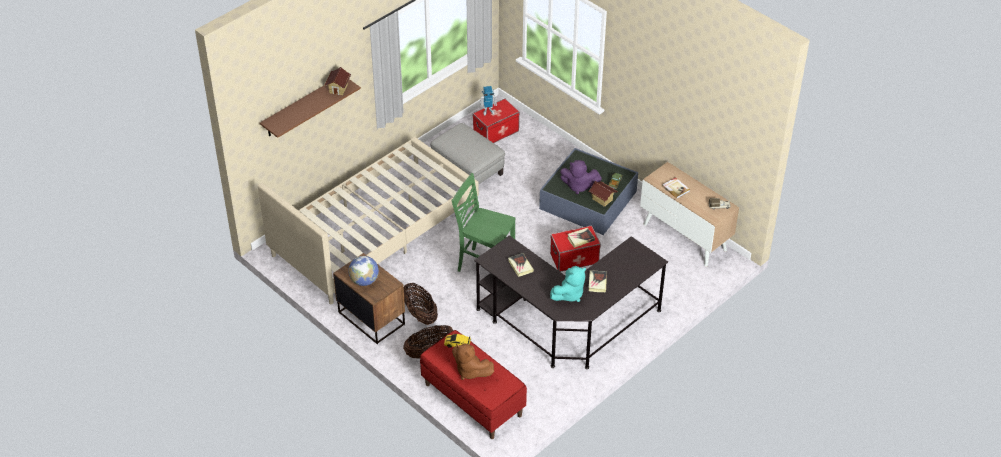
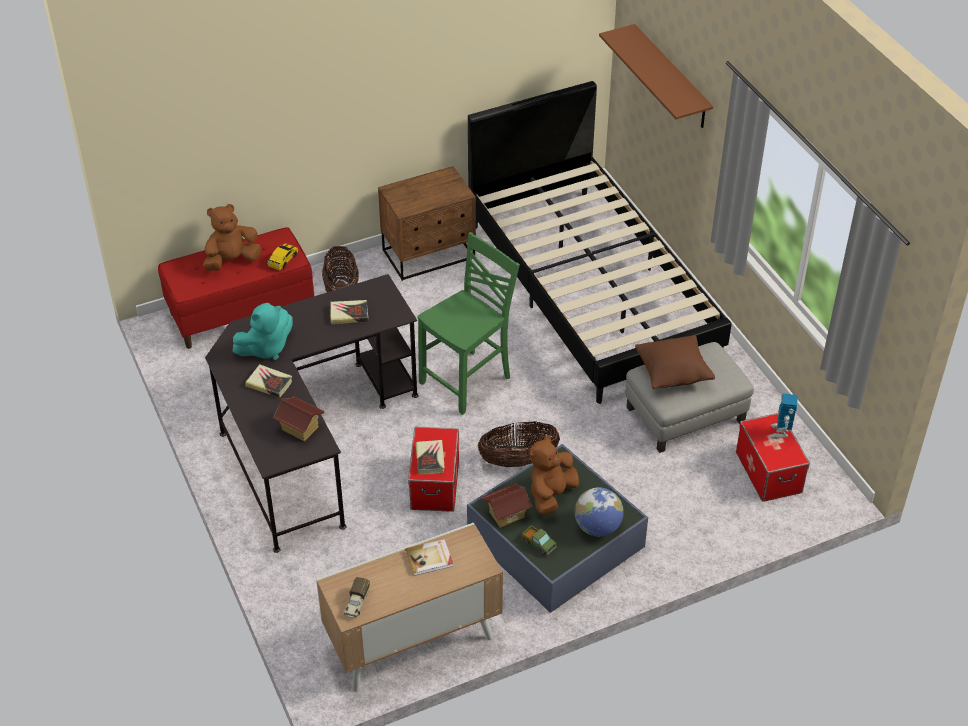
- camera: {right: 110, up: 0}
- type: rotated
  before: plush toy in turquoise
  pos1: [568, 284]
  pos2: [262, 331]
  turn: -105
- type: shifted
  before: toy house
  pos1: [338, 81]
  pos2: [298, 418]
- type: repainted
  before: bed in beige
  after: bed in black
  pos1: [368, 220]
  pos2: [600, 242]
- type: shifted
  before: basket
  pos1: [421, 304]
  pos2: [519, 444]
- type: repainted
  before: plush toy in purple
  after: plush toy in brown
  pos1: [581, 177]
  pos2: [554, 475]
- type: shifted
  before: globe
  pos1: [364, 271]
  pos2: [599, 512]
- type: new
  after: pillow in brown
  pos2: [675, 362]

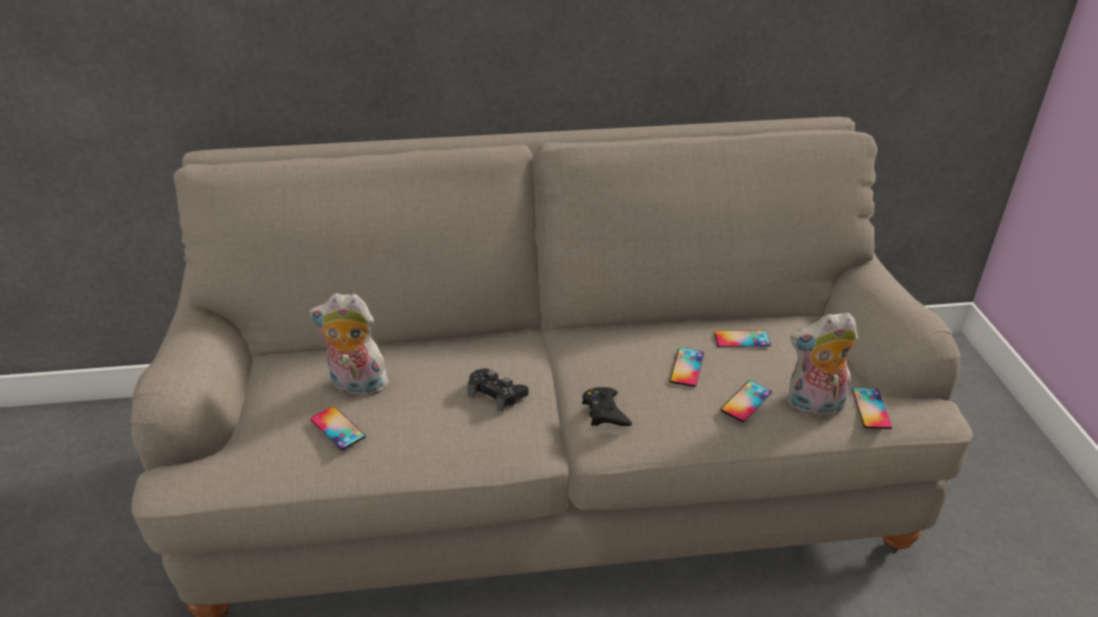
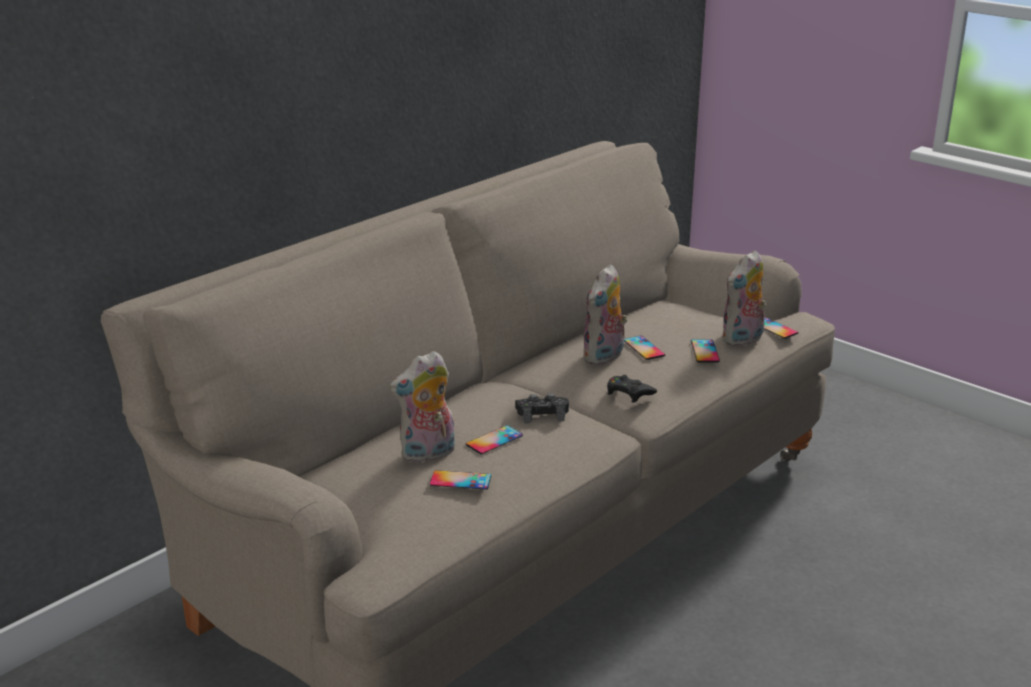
- camera: {right: -40, up: -10}
- type: shifted
  before: phone
  pos1: [742, 338]
  pos2: [494, 439]
- type: new
  after: plush toy
  pos2: [605, 315]

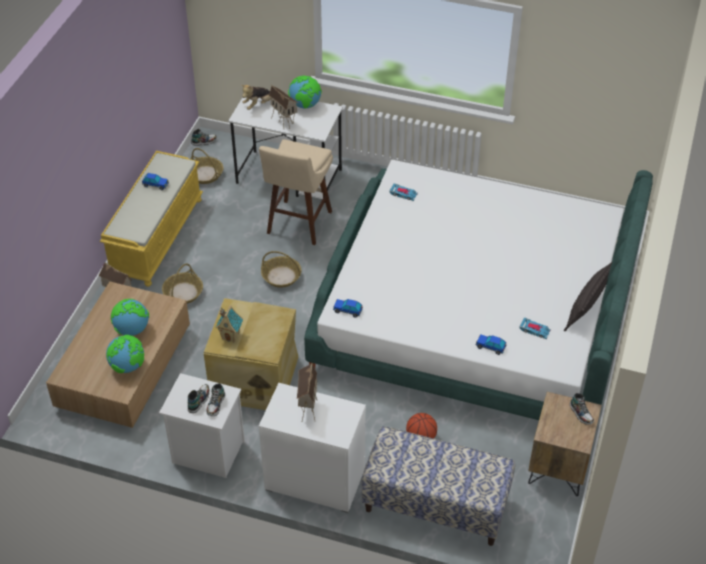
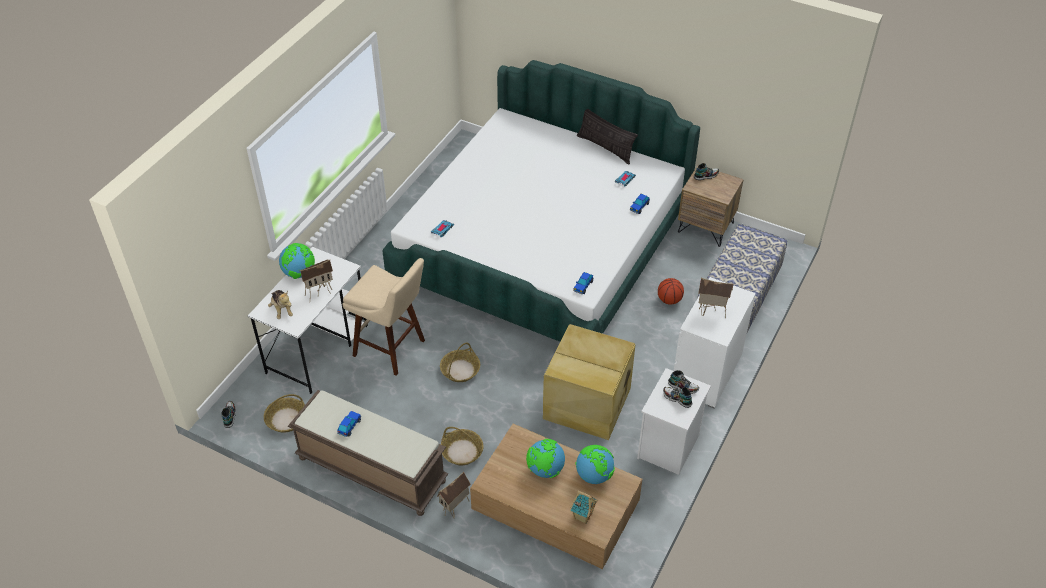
- camera: {right: -80, up: 0}
- type: repainted
  before: bench in yellow
  after: bench in brown
  pos1: [151, 219]
  pos2: [368, 453]
- type: shifted
  before: toy house
  pos1: [229, 324]
  pos2: [584, 507]

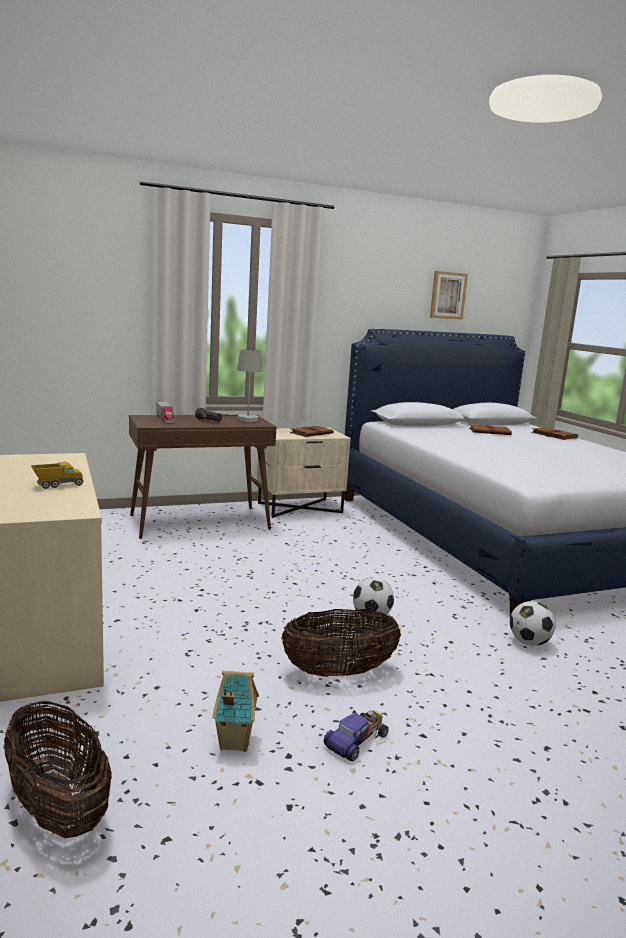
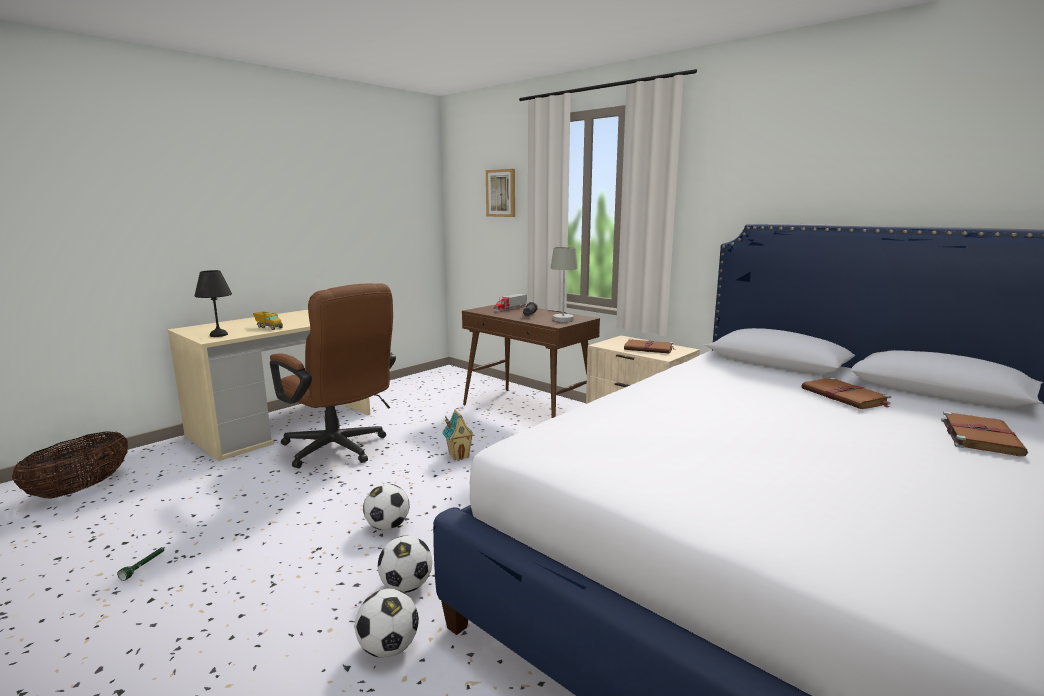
- camera: {right: 65, up: 0}
- type: swapped
  before: toy car
  after: flashlight in green
  pos1: [356, 735]
  pos2: [140, 564]
- type: new
  after: table lamp in black
  pos2: [213, 303]
- type: new
  after: office chair in brown
  pos2: [333, 375]
- type: new
  after: football
  pos2: [405, 564]
- type: shifted
  before: toy house
  pos1: [235, 711]
  pos2: [458, 435]
- type: shifted
  before: picture
  pos1: [449, 295]
  pos2: [500, 193]
- type: gone
  before: basket
  pos1: [341, 643]

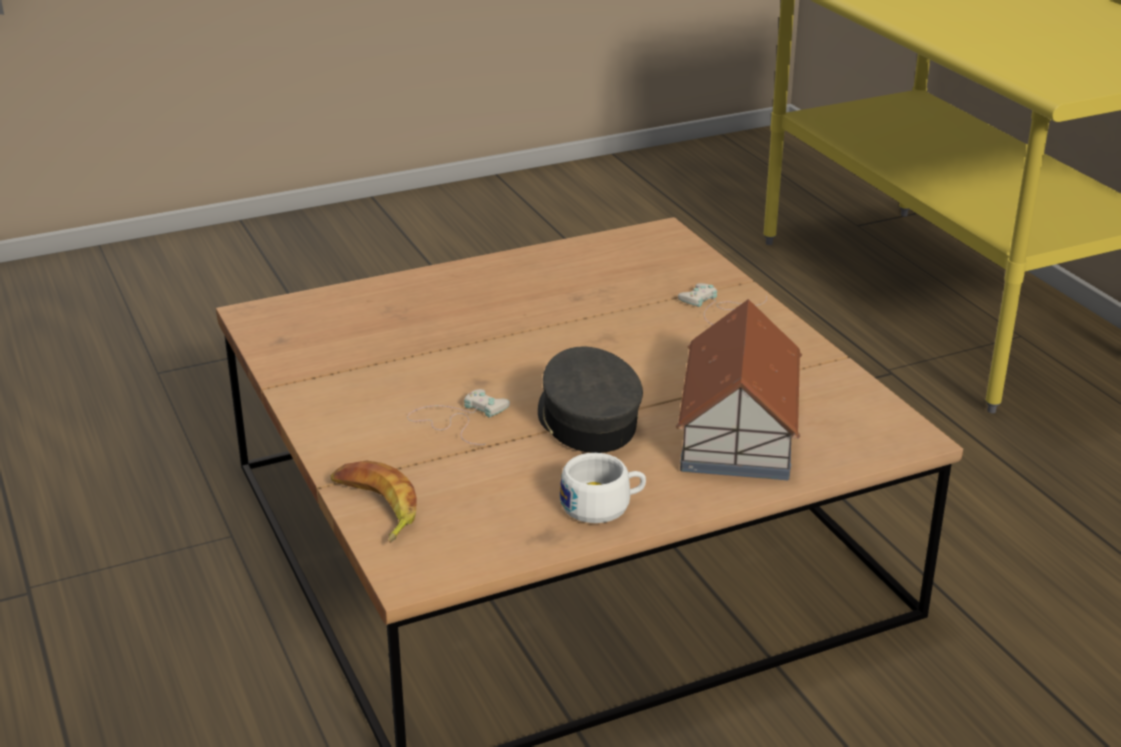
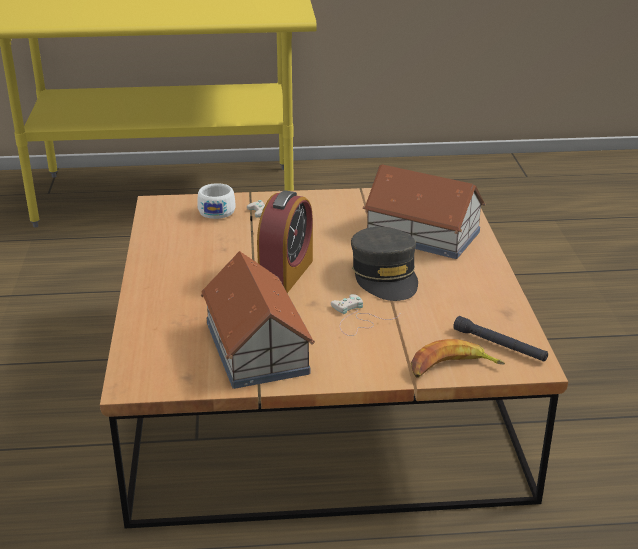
- camera: {right: -70, up: 0}
- type: shifted
  before: cup in white
  pos1: [603, 488]
  pos2: [216, 201]
- type: new
  after: toy house
  pos2: [258, 320]
- type: new
  after: alarm clock
  pos2: [285, 242]
- type: rotated
  before: cap in grey
  pos1: [590, 400]
  pos2: [384, 264]
  turn: -105
- type: new
  after: flashlight in black
  pos2: [500, 339]

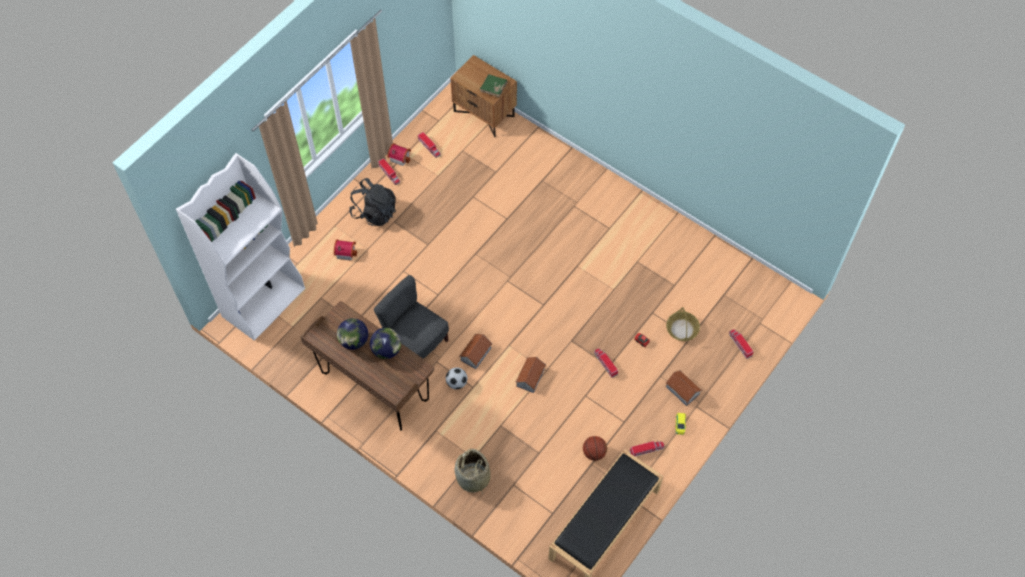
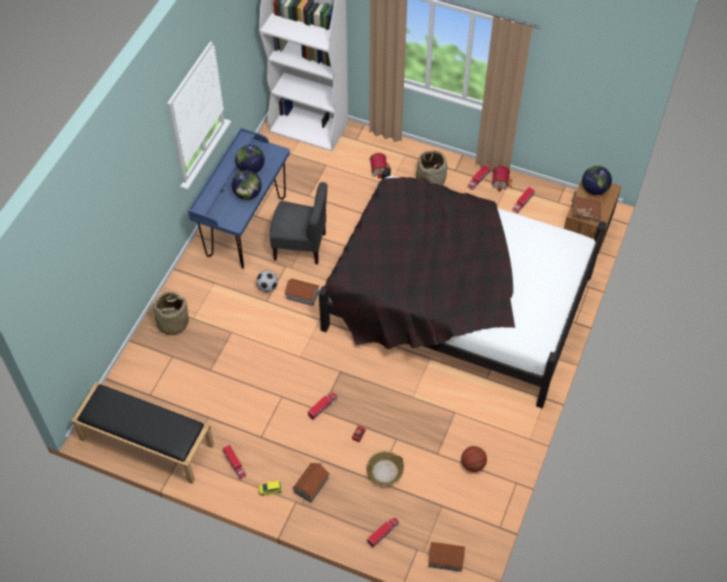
- camera: {right: 75, up: -5}
- type: repainted
  before: desk in brown
  after: desk in blue
  pos1: [367, 366]
  pos2: [239, 198]
- type: rotated
  before: chair in grey
  pos1: [411, 317]
  pos2: [299, 223]
  turn: 75
- type: new
  after: bed in black
  pos2: [462, 287]
- type: swapped
  before: backpack in black
  after: basket
  pos1: [372, 202]
  pos2: [431, 168]
- type: shifted
  before: toy house
  pos1: [530, 375]
  pos2: [446, 557]
- type: shifted
  before: basketball
  pos1: [595, 448]
  pos2: [474, 459]
- type: repainted
  before: book in green
  after: book in brown
  pos1: [494, 85]
  pos2: [586, 208]
- type: new
  after: globe
  pos2: [597, 180]

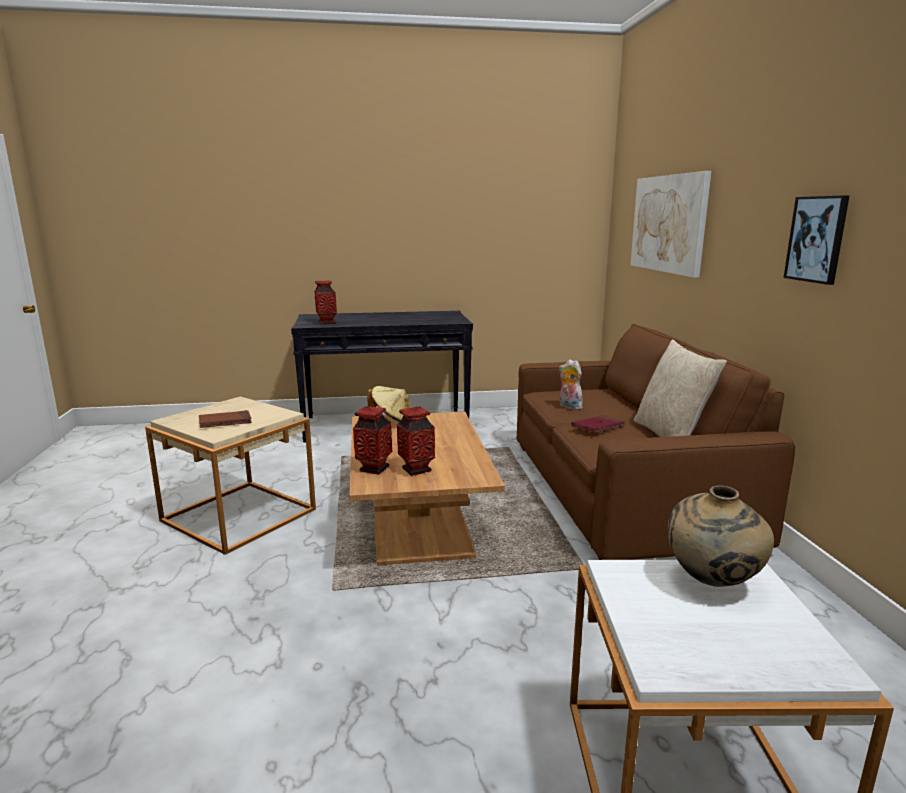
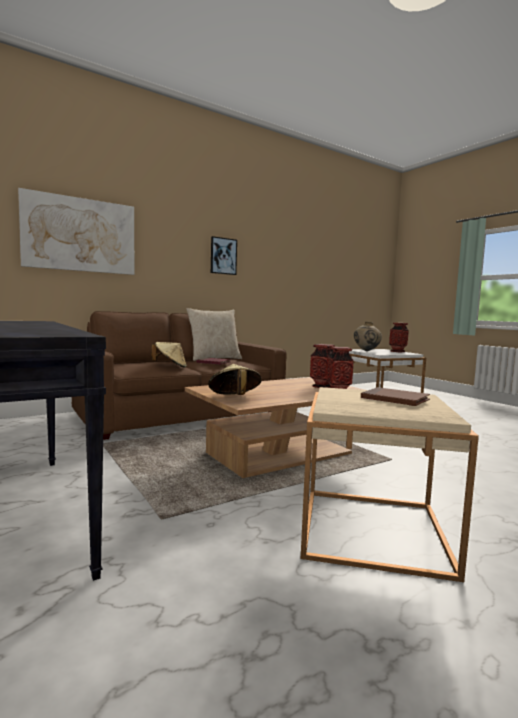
- camera: {right: -115, up: -10}
- type: swapped
  before: plush toy
  after: hat in beige
  pos1: [571, 384]
  pos2: [169, 355]
- type: shifted
  before: vase
  pos1: [325, 302]
  pos2: [399, 338]

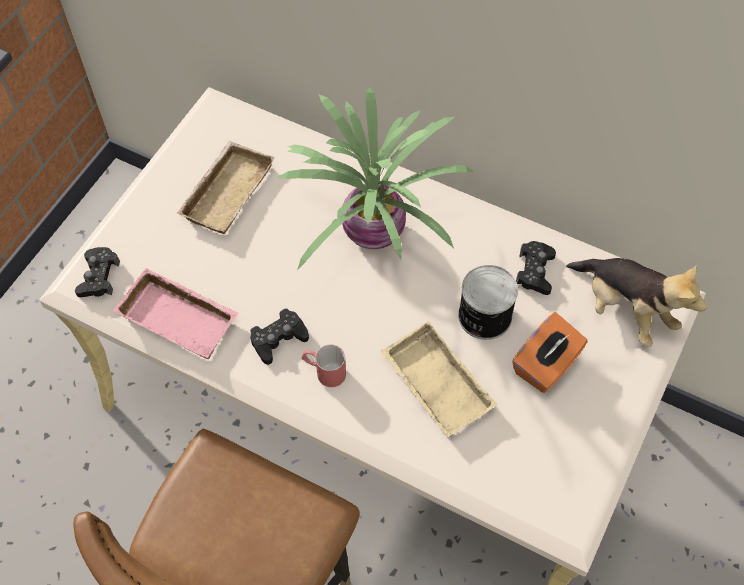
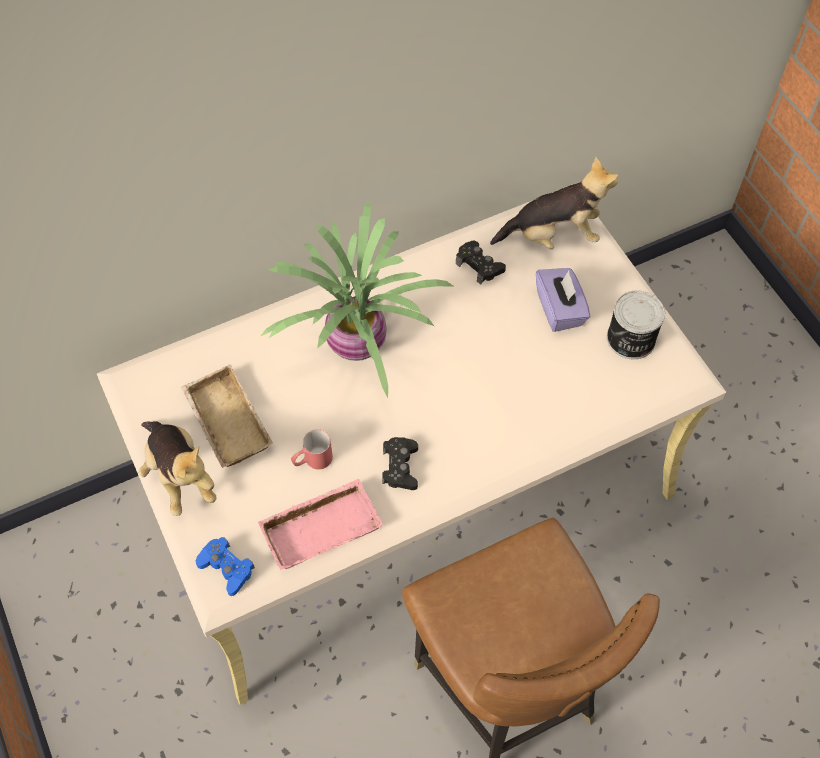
- camera: {right: -55, up: 0}
- type: new
  after: plush toy
  pos2: [178, 468]
- type: repainted
  before: game controller in black
  after: game controller in blue
  pos1: [97, 272]
  pos2: [225, 566]
- type: shifted
  before: mug in red
  pos1: [324, 366]
  pos2: [312, 449]
- type: repainted
  before: tissue box in orange
  after: tissue box in purple
  pos1: [550, 352]
  pos2: [563, 300]
- type: shifted
  before: can
  pos1: [488, 302]
  pos2: [636, 324]
- type: gone
  before: tray in beige
  pos1: [439, 379]

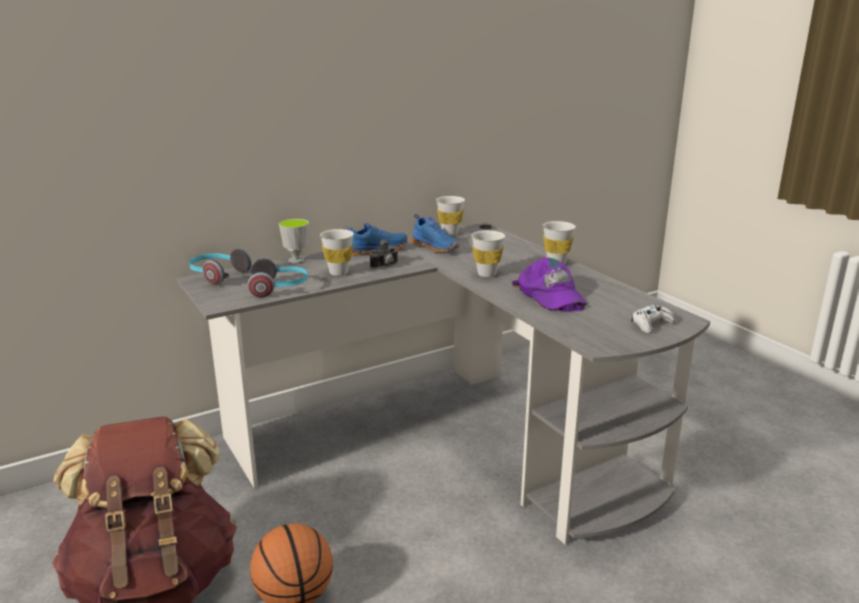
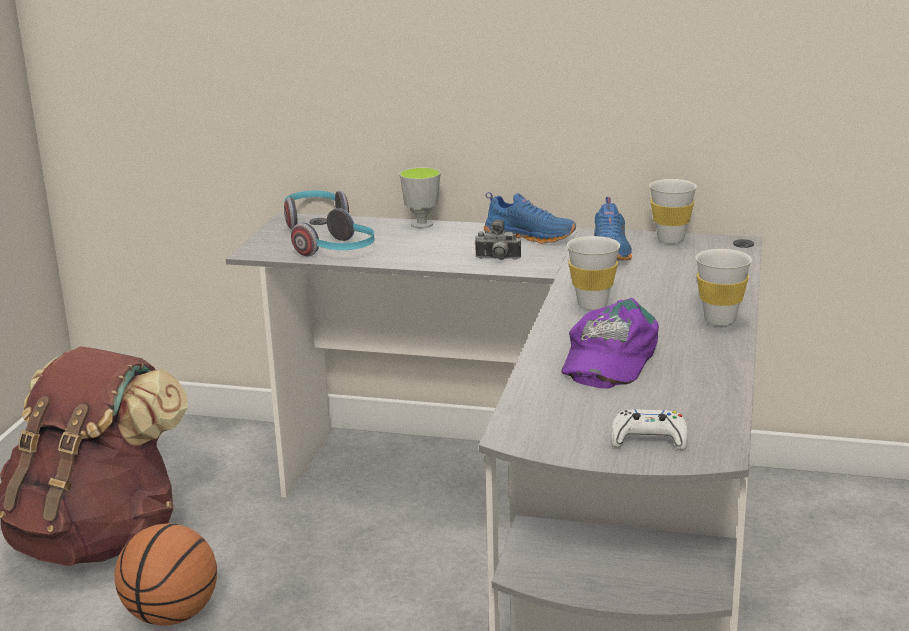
- camera: {right: 45, up: 0}
- type: gone
  before: cup in white
  pos1: [337, 252]

